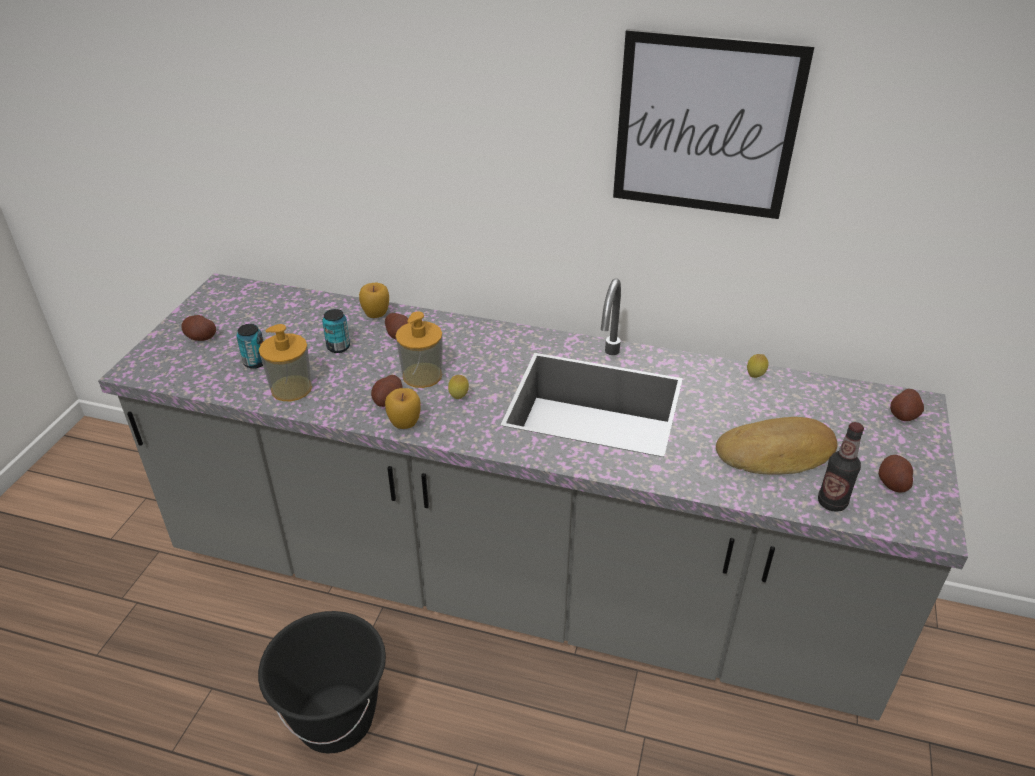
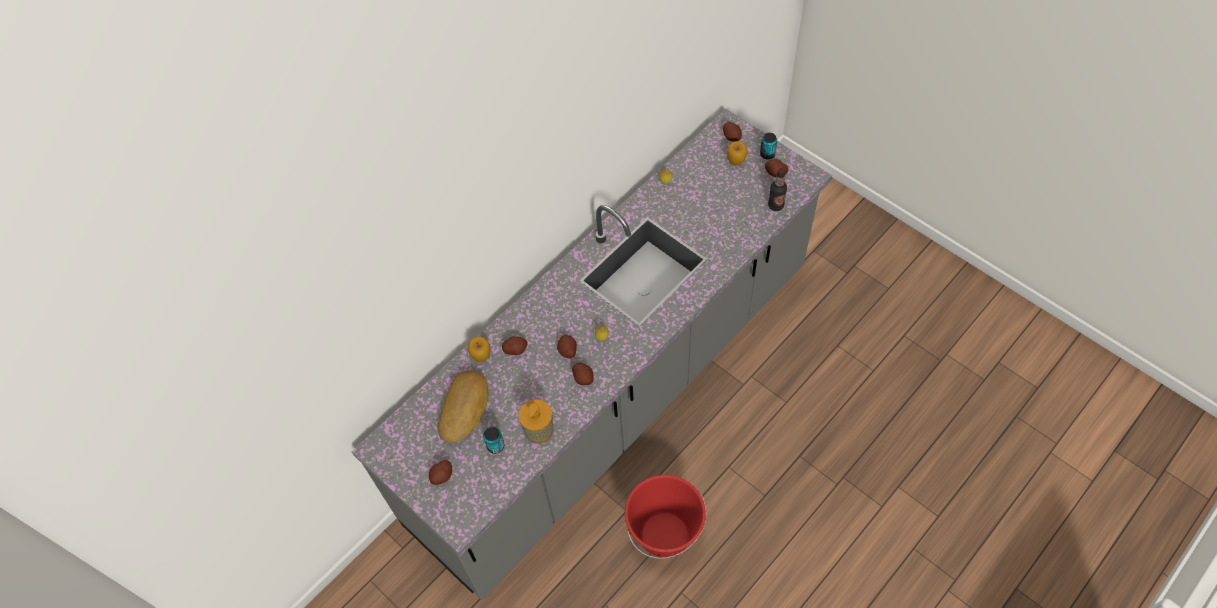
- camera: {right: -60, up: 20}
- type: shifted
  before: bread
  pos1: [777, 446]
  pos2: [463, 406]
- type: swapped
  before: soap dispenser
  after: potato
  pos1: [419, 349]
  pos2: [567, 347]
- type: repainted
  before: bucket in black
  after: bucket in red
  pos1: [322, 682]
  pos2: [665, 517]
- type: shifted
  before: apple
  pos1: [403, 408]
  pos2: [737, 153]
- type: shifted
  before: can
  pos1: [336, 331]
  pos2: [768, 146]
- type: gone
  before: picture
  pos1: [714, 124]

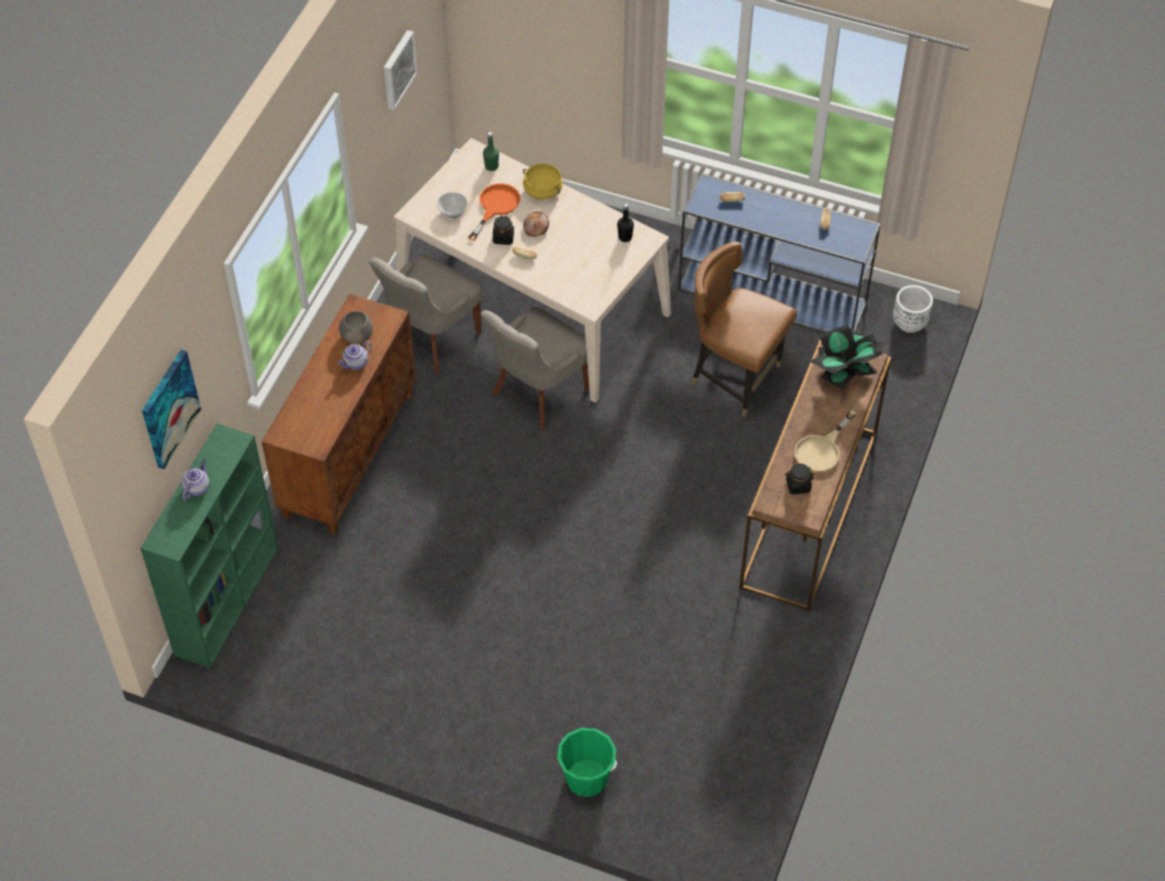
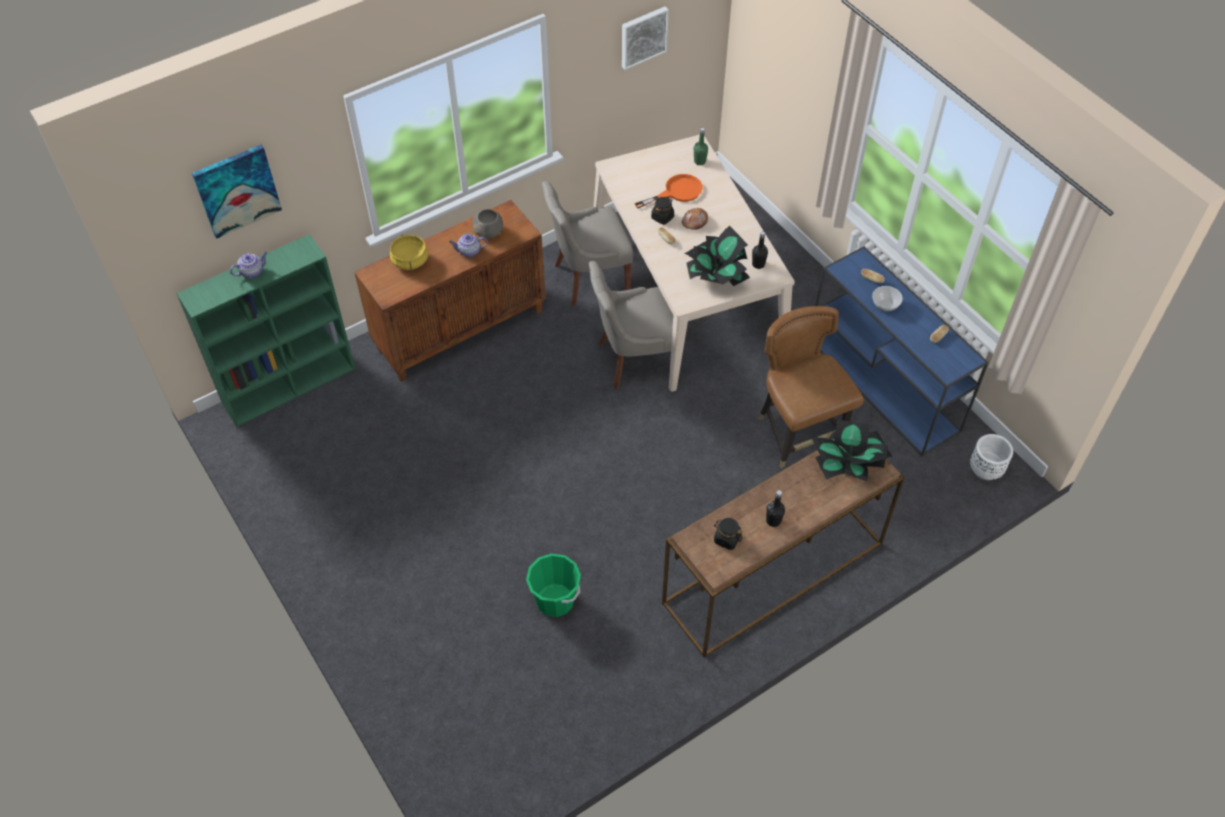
- camera: {right: 35, up: 0}
- type: shifted
  before: cooking pot in yellow
  pos1: [543, 181]
  pos2: [409, 252]
- type: shifted
  before: bucket in green
  pos1: [587, 762]
  pos2: [553, 585]
- type: new
  after: potted plant
  pos2: [717, 256]
- type: swapped
  before: frying pan in beige
  after: bottle in black
  pos1: [826, 441]
  pos2: [775, 508]
- type: shifted
  before: bowl
  pos1: [452, 205]
  pos2: [887, 299]

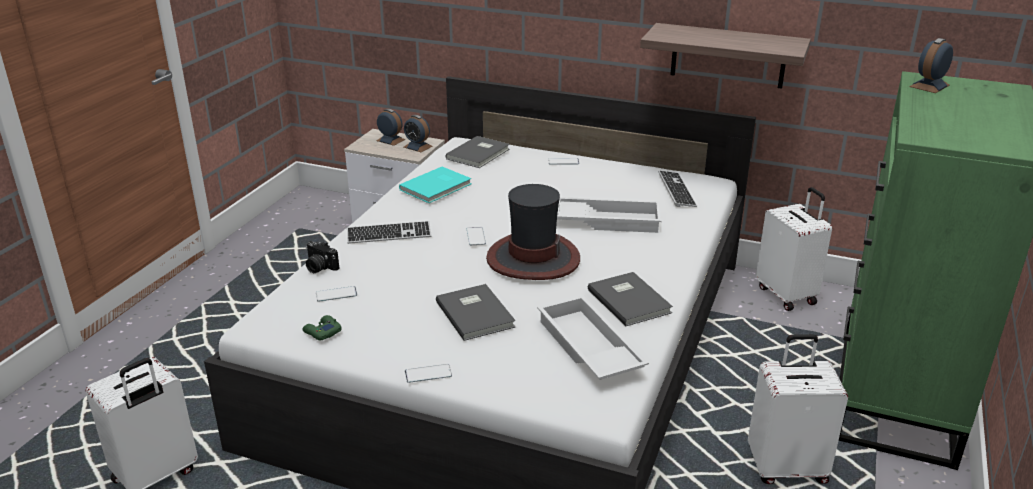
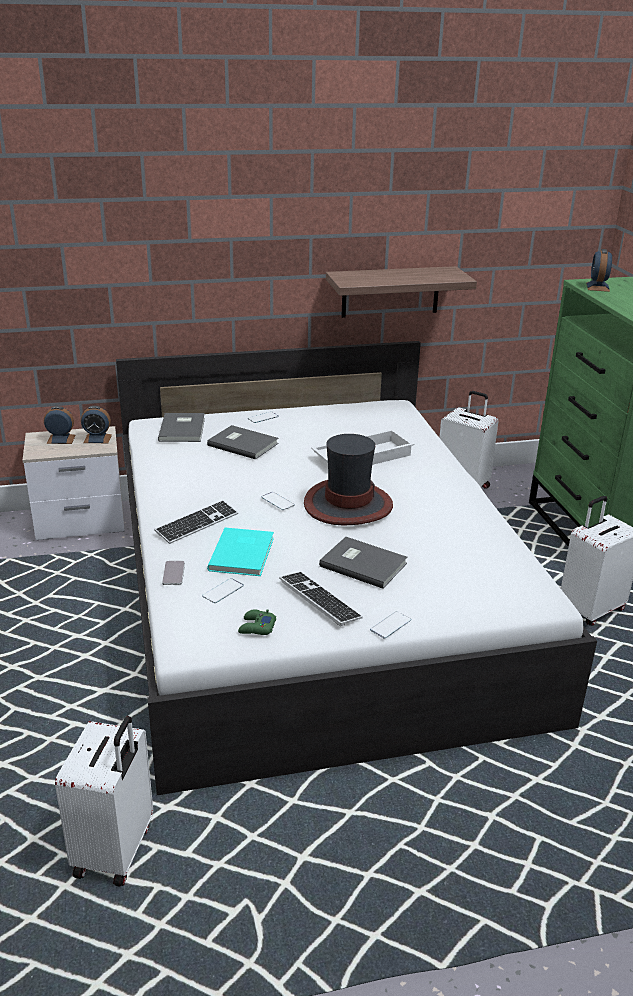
- camera: {right: -35, up: 0}
- type: swapped
  before: photo camera
  after: phone
  pos1: [322, 257]
  pos2: [173, 573]
- type: shifted
  before: book in grey
  pos1: [630, 299]
  pos2: [242, 442]
- type: shifted
  before: book in turquoise
  pos1: [435, 185]
  pos2: [240, 552]
- type: shifted
  before: keyboard
  pos1: [677, 188]
  pos2: [321, 599]
- type: gone
  before: tray in white
  pos1: [593, 337]

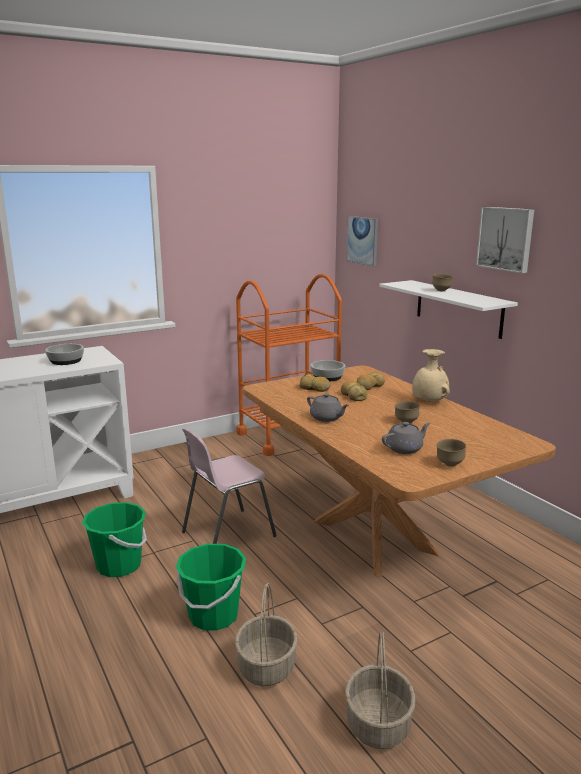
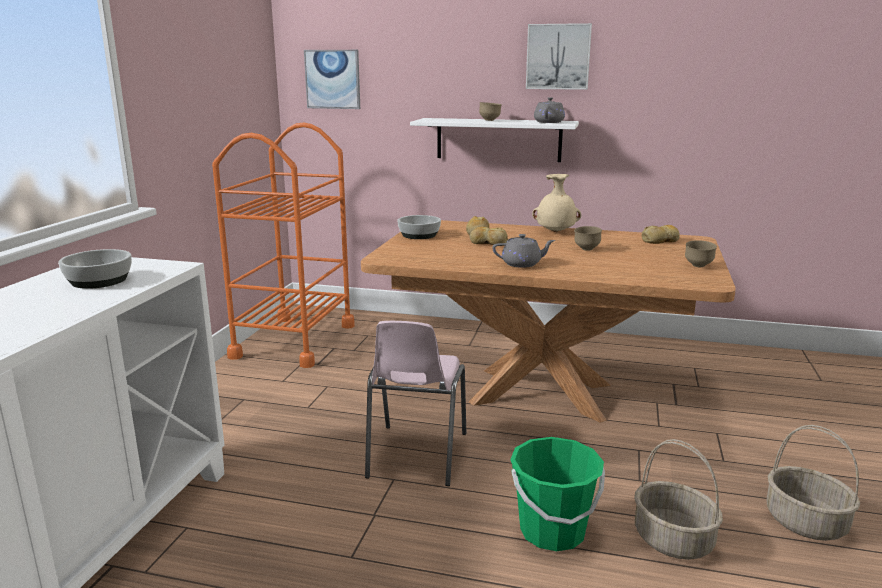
- camera: {right: -45, up: 0}
- type: shifted
  before: teapot in grey
  pos1: [406, 438]
  pos2: [549, 110]
- type: shifted
  before: bread
  pos1: [314, 383]
  pos2: [661, 234]
- type: gone
  before: bucket in green
  pos1: [114, 539]

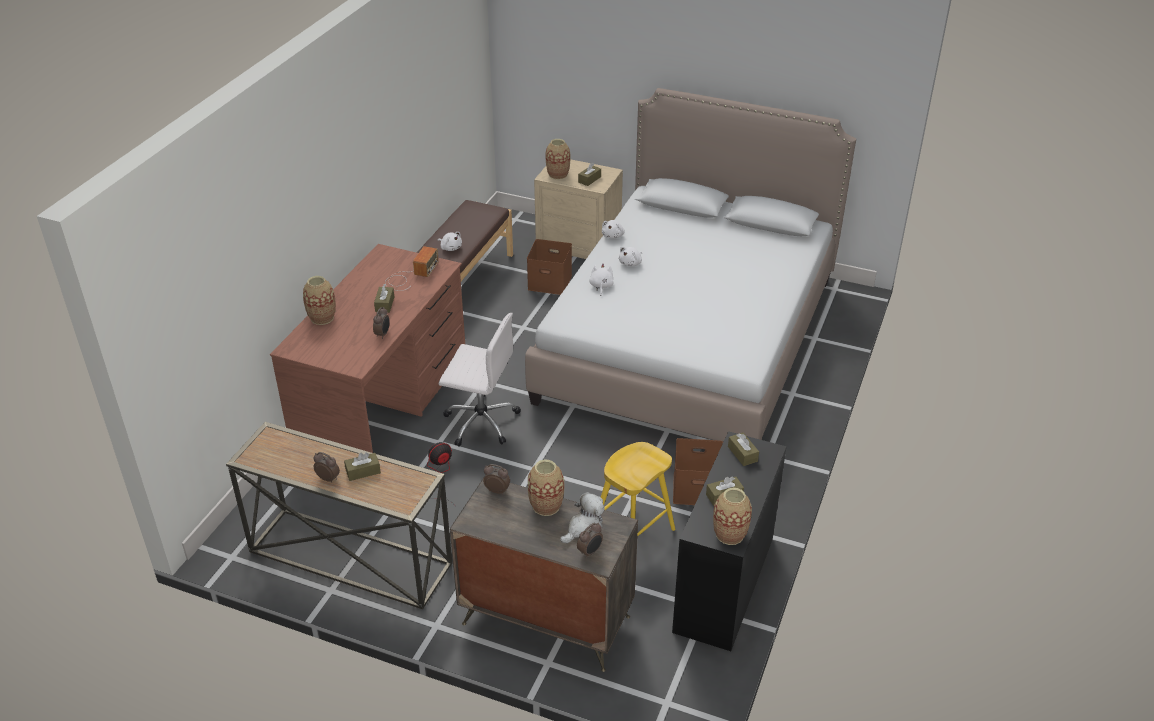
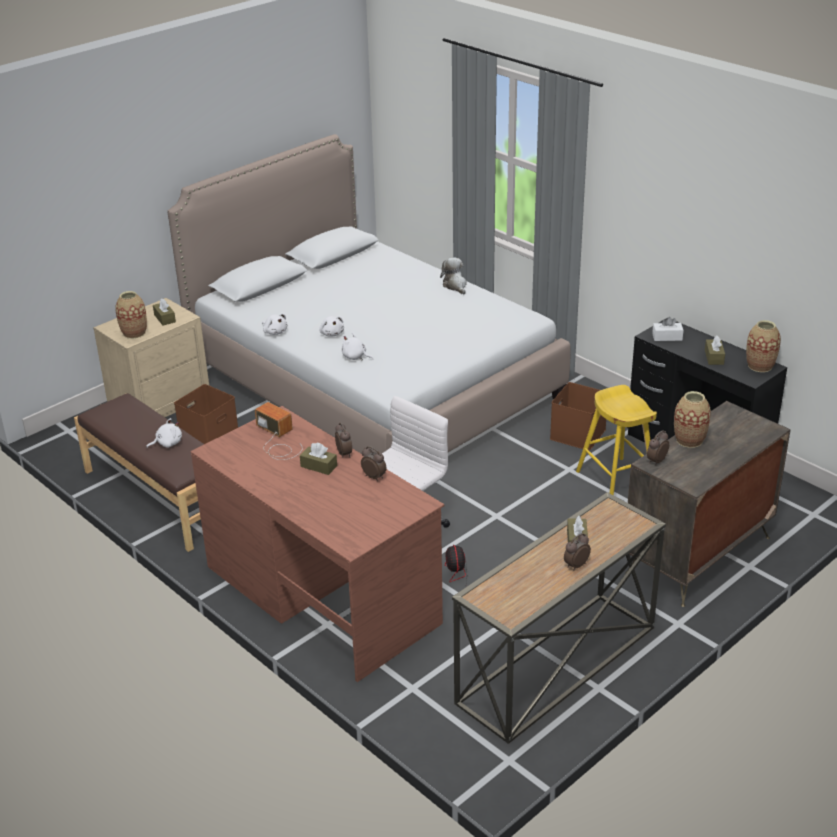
- camera: {right: -65, up: -5}
- type: shifted
  before: alarm clock
  pos1: [590, 540]
  pos2: [343, 440]
- type: shifted
  before: plush toy
  pos1: [582, 517]
  pos2: [453, 275]
- type: repainted
  before: tissue box in brown
  after: tissue box in white
  pos1: [743, 449]
  pos2: [668, 329]
- type: gone
  before: vase
  pos1: [319, 300]

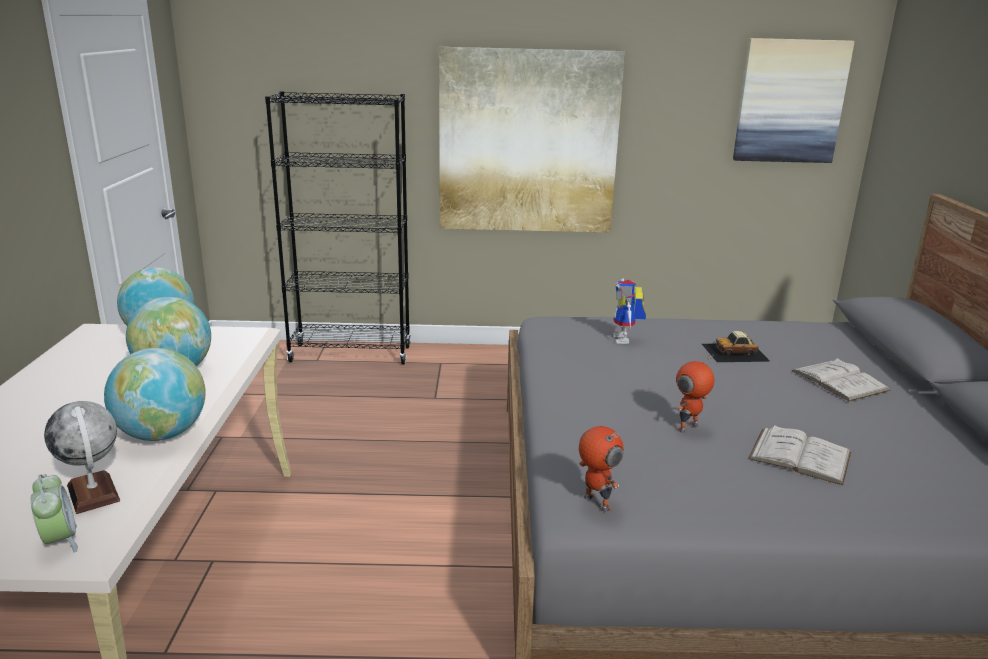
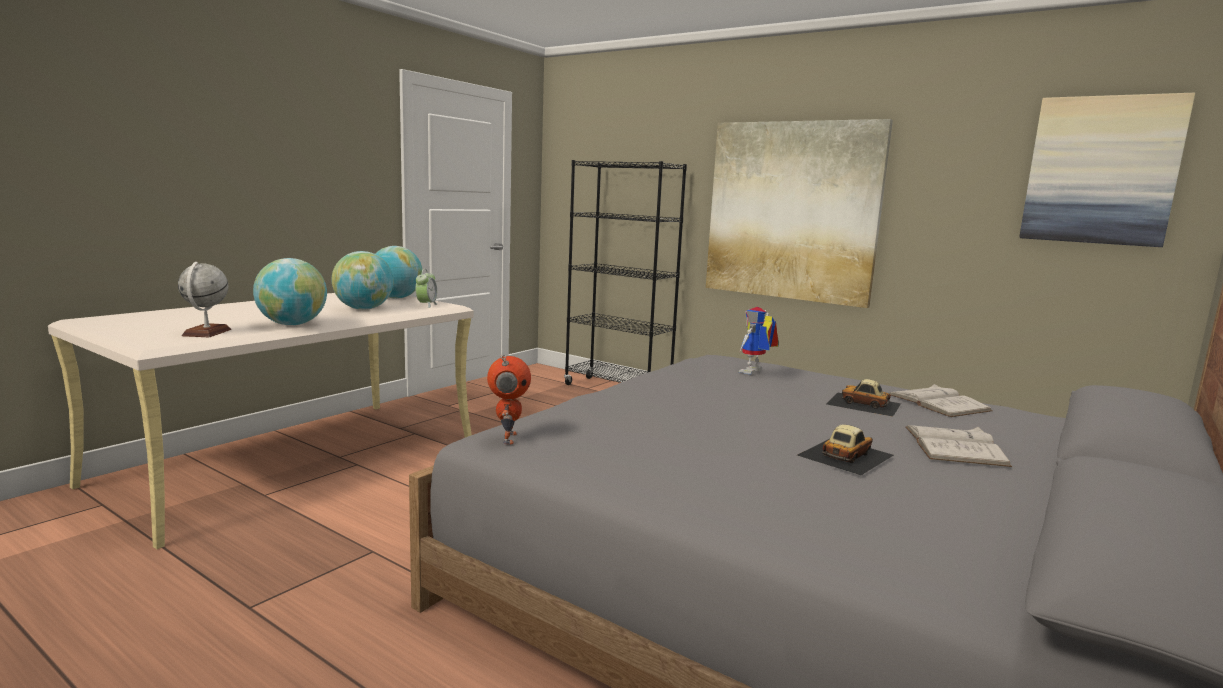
- camera: {right: 35, up: -10}
- type: shifted
  before: alarm clock
  pos1: [54, 513]
  pos2: [426, 288]
- type: new
  after: toy car
  pos2: [845, 449]
- type: shifted
  before: book in white
  pos1: [799, 455]
  pos2: [941, 400]
- type: gone
  before: toy robot
  pos1: [695, 394]

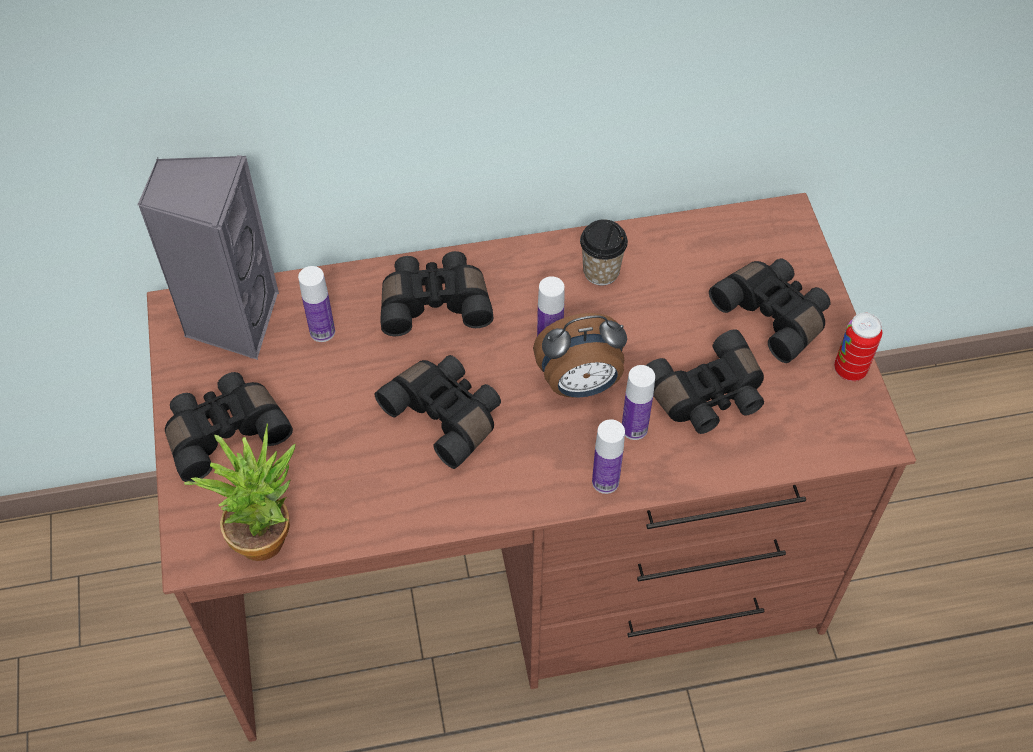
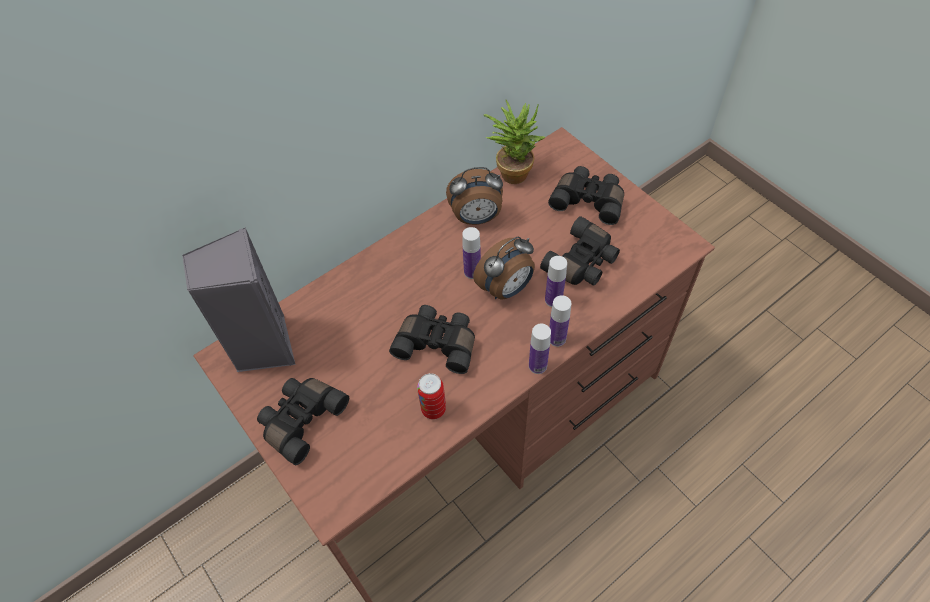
- camera: {right: -25, up: 0}
- type: shifted
  before: can
  pos1: [858, 347]
  pos2: [431, 396]
- type: swapped
  before: cup
  after: alarm clock
  pos1: [604, 252]
  pos2: [474, 196]
- type: shifted
  before: potted plant
  pos1: [240, 492]
  pos2: [514, 142]
- type: shifted
  before: bottle
  pos1: [316, 304]
  pos2: [540, 349]
- type: gone
  before: binoculars in black
  pos1: [436, 293]

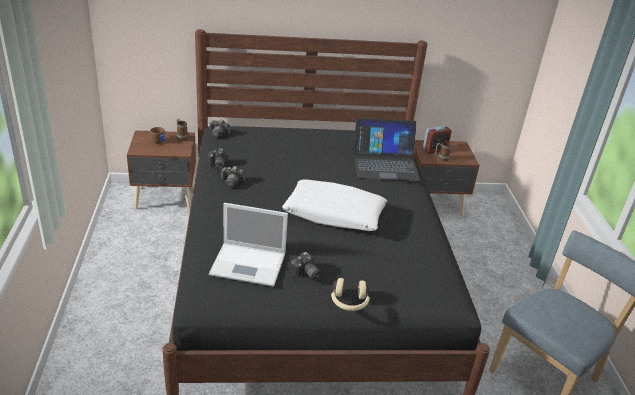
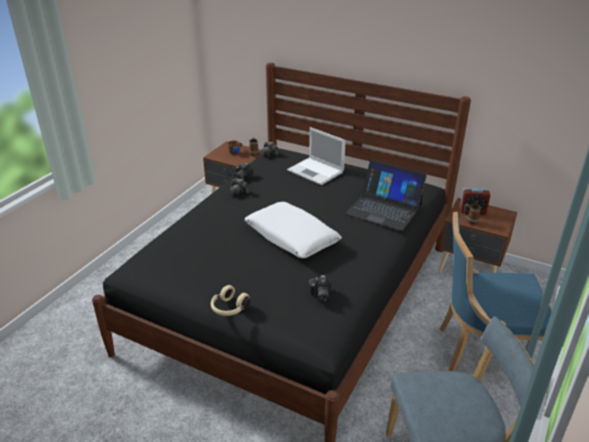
- camera: {right: 35, up: 0}
- type: shifted
  before: laptop
  pos1: [248, 245]
  pos2: [316, 156]
- type: shifted
  before: photo camera
  pos1: [306, 266]
  pos2: [320, 289]
- type: new
  after: chair in blue
  pos2: [496, 291]

